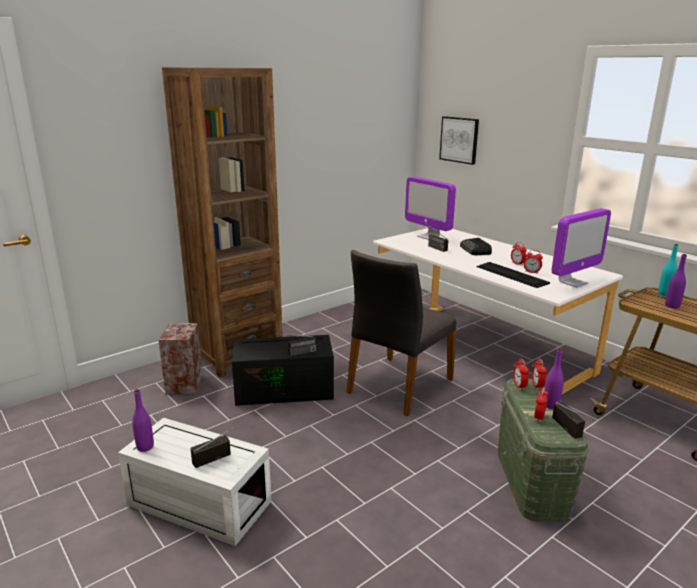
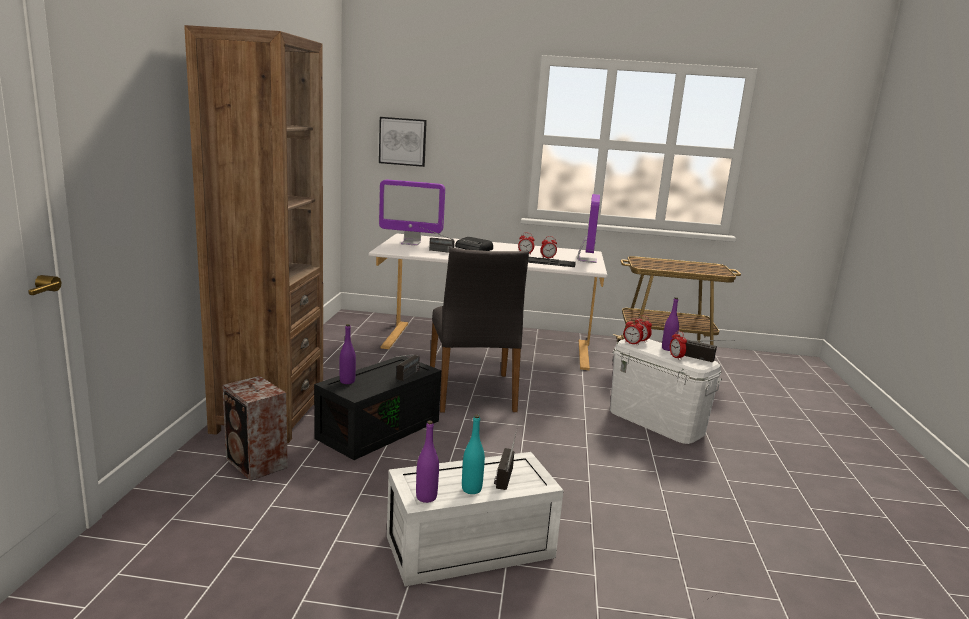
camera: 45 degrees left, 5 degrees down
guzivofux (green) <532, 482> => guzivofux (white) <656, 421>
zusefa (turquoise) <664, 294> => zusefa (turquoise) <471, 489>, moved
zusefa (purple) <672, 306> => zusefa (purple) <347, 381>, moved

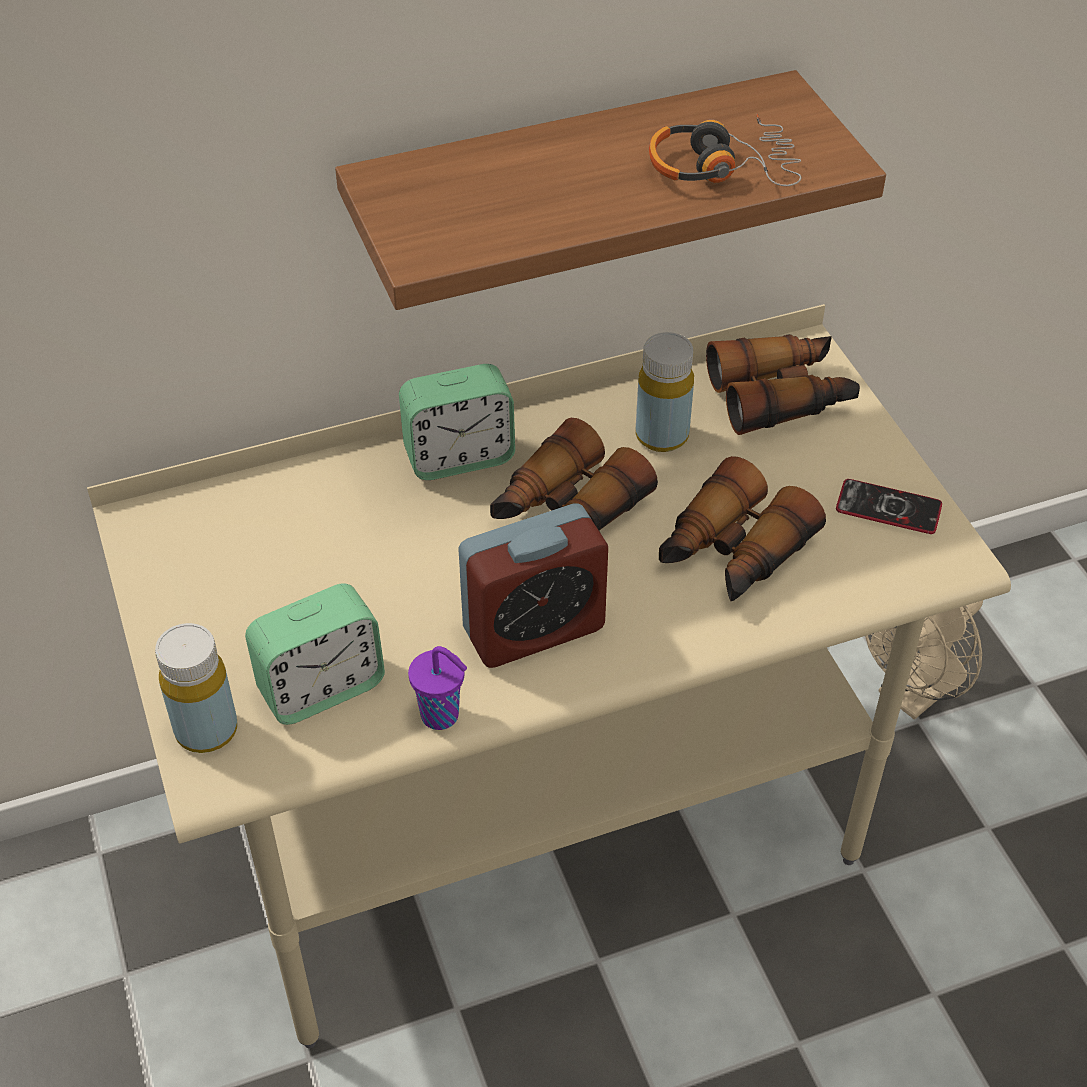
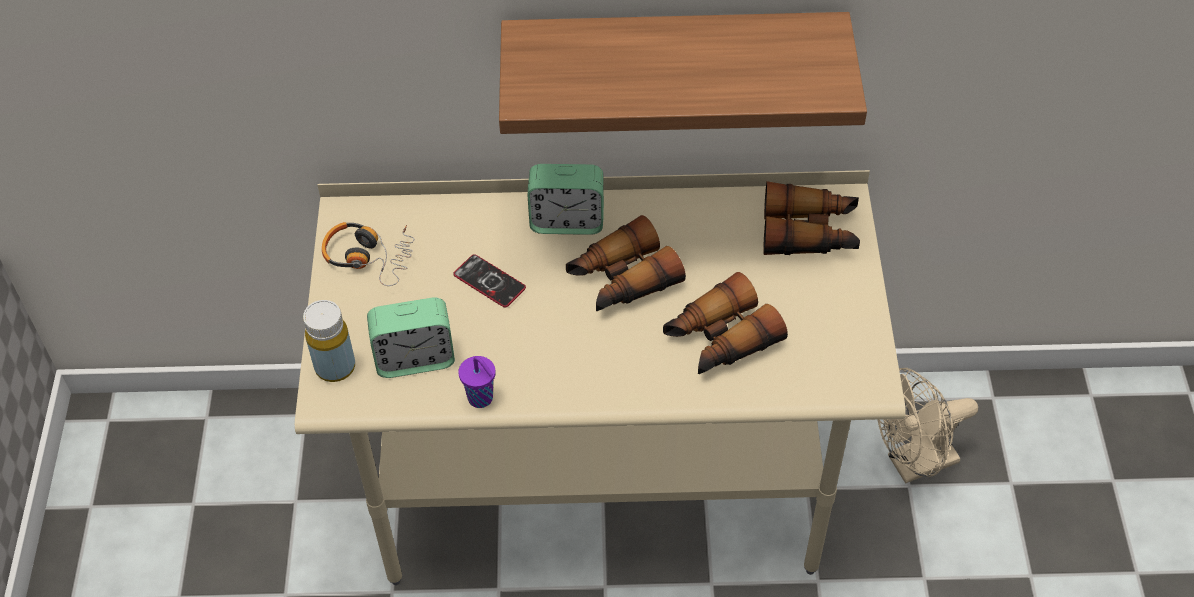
camera: 20 degrees right, 5 degrees up
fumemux <533, 629> => nothing
zusefa (yellow) <662, 435> => nothing
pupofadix <721, 167> => pupofadix <369, 257>, moved
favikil <888, 508> => favikil <489, 282>, moved

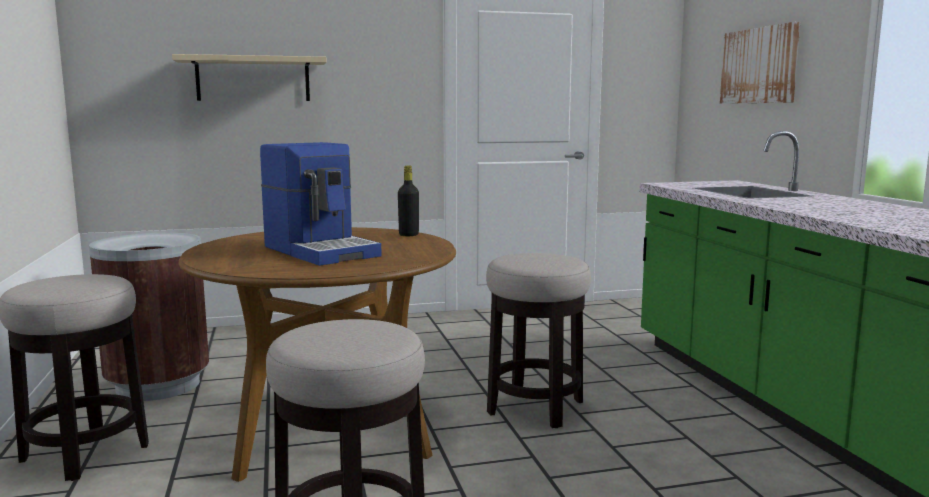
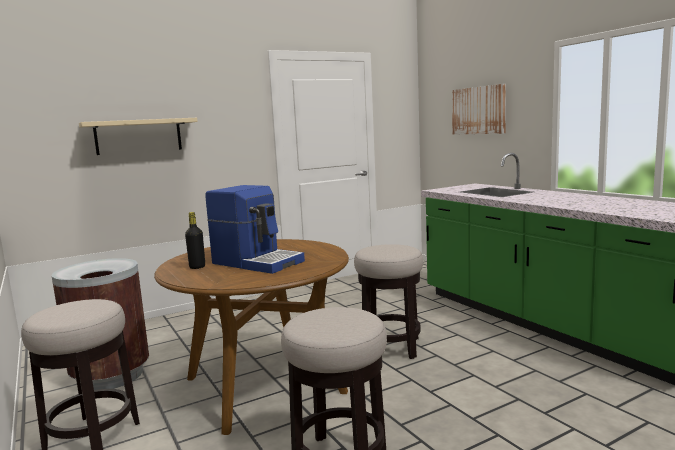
camera: 15 degrees left, 0 degrees up
zusefa (black) <408, 235> => zusefa (black) <197, 267>, moved

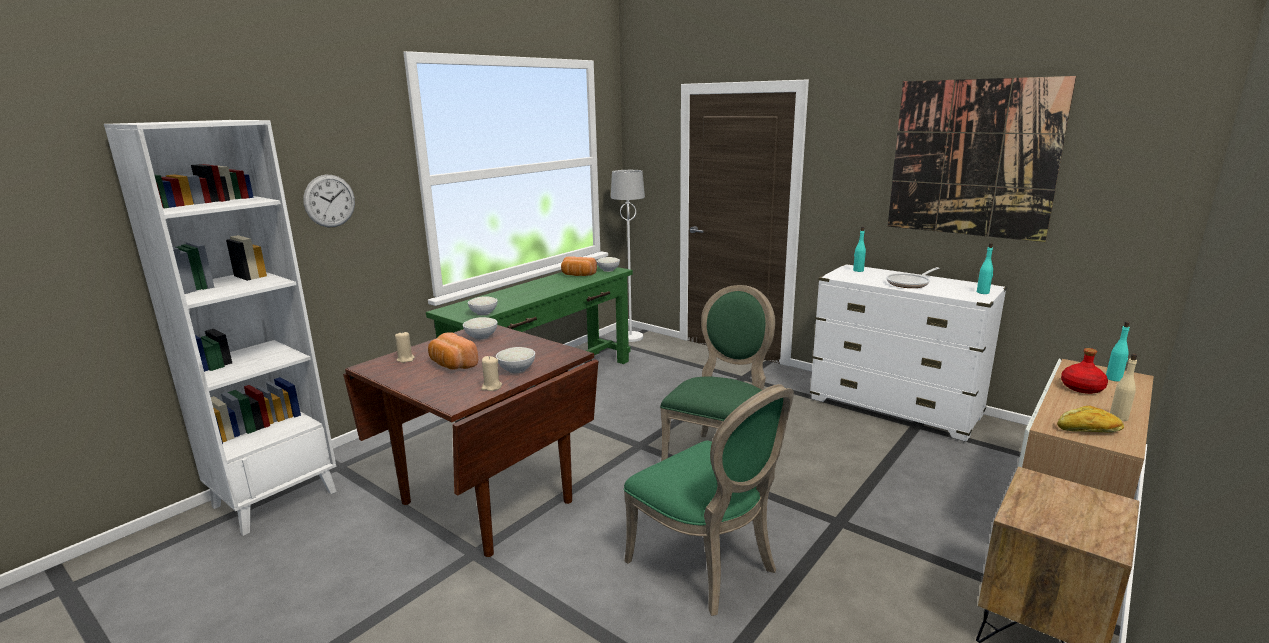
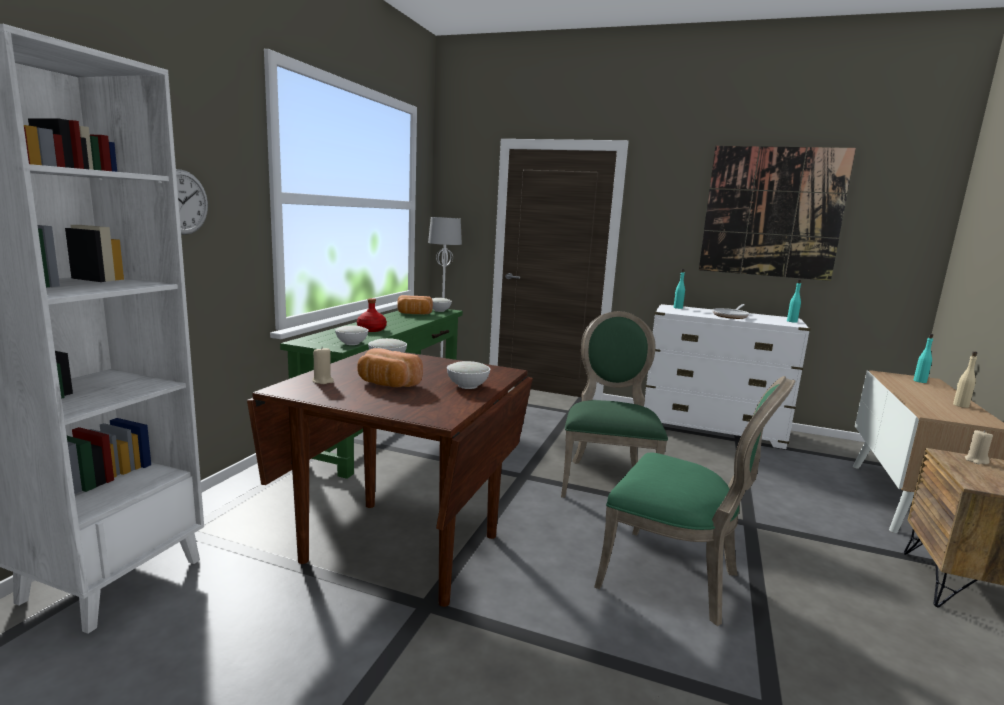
camera: 20 degrees left, 5 degrees down
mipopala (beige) <491, 387> => mipopala (beige) <976, 461>, moved
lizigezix <1089, 430> => nothing
zusefa (red) <1082, 388> => zusefa (red) <372, 330>, moved

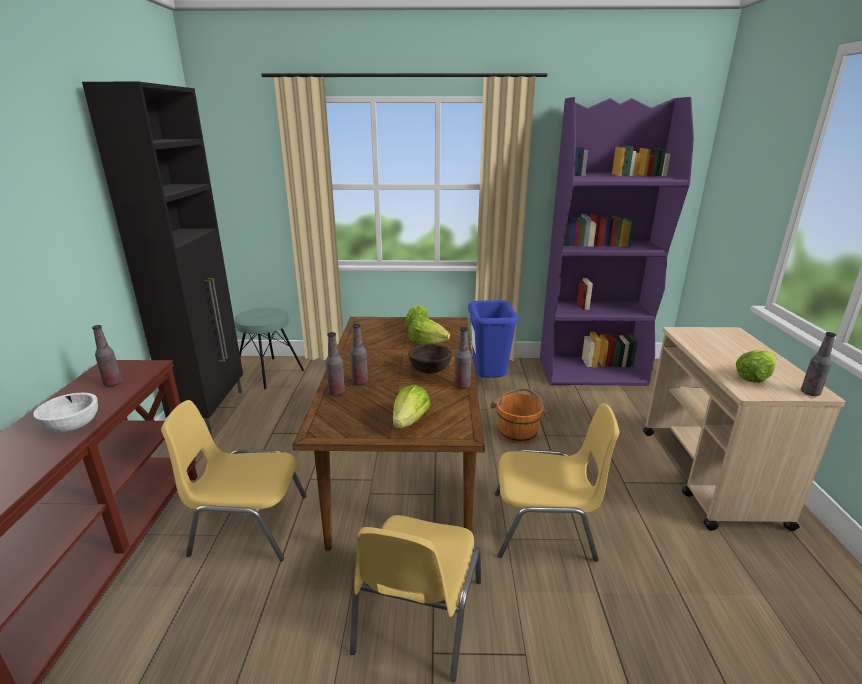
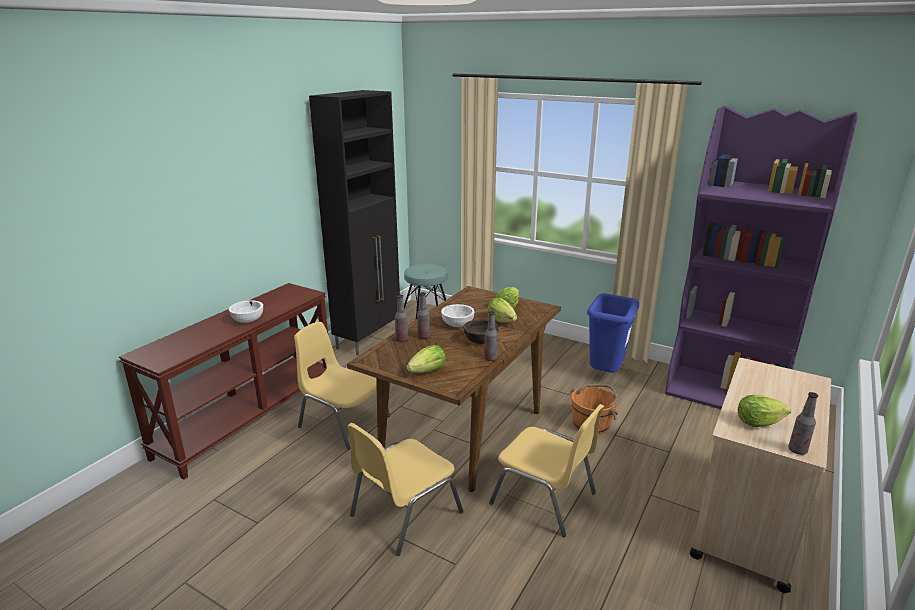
camera: 30 degrees right, 0 degrees up
zusefa <113, 384> => nothing
nothing => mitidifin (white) <457, 324>

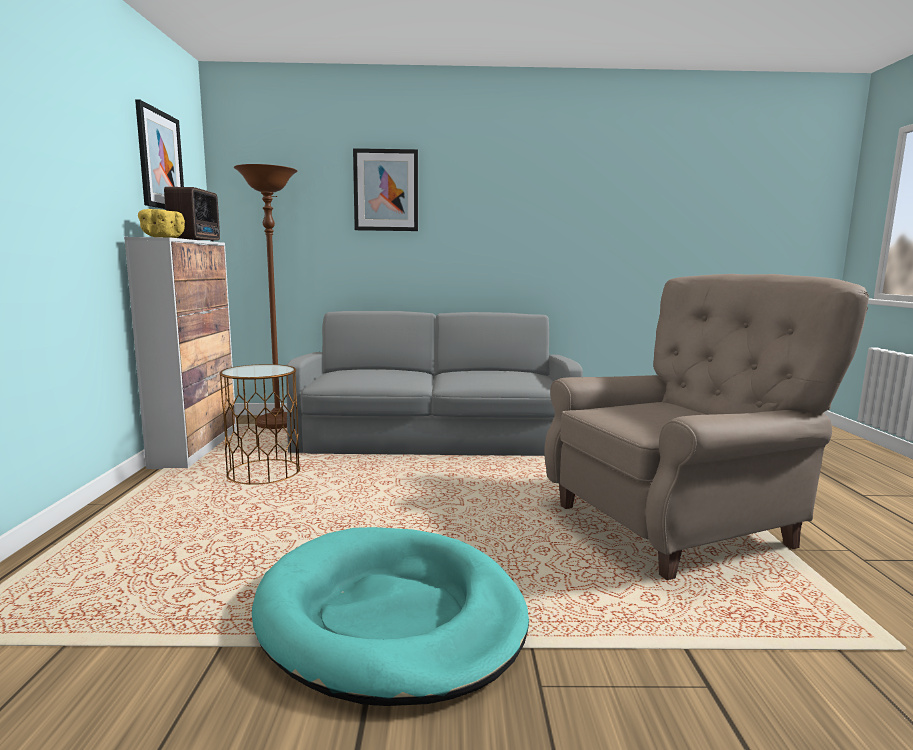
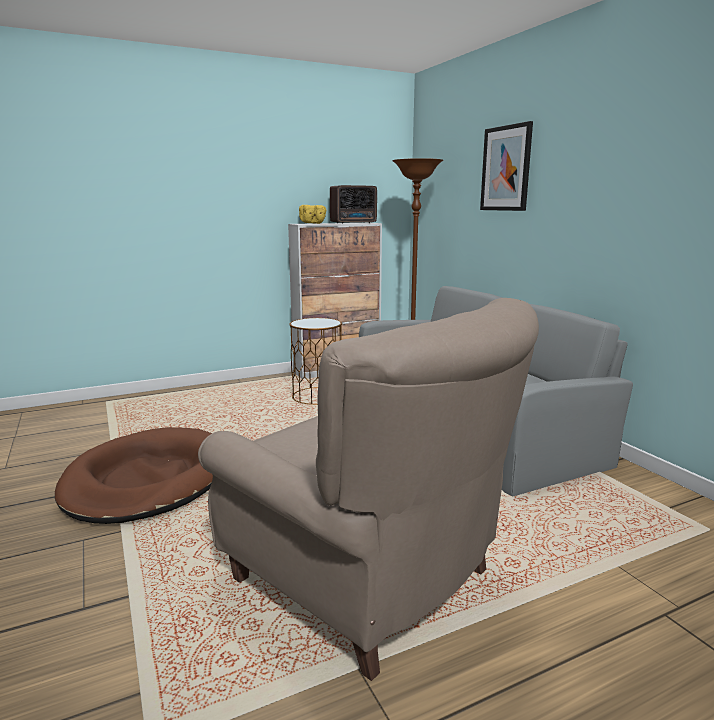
camera: 65 degrees right, 5 degrees up
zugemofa <160, 160> => nothing
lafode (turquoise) <391, 616> => lafode (brown) <147, 480>

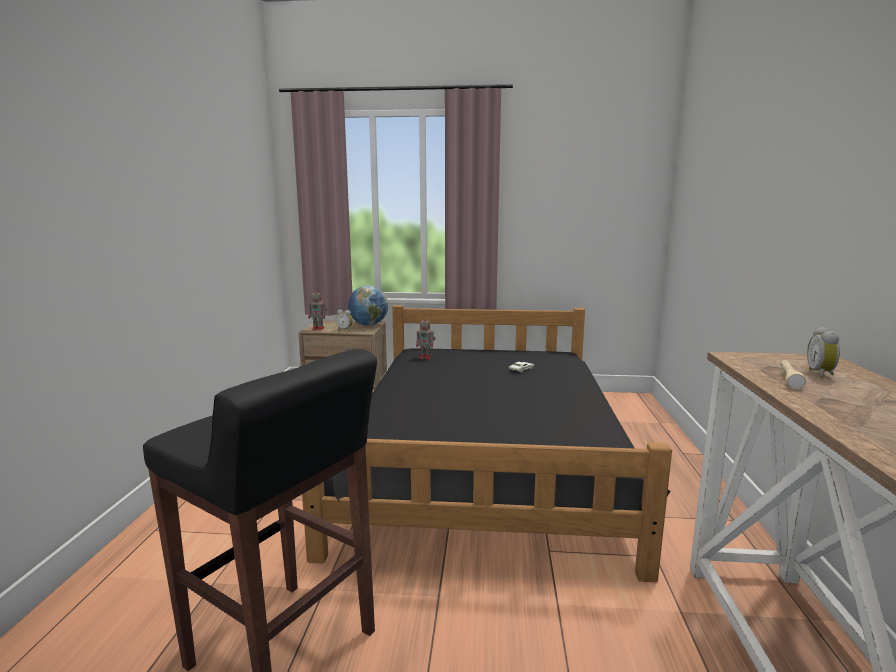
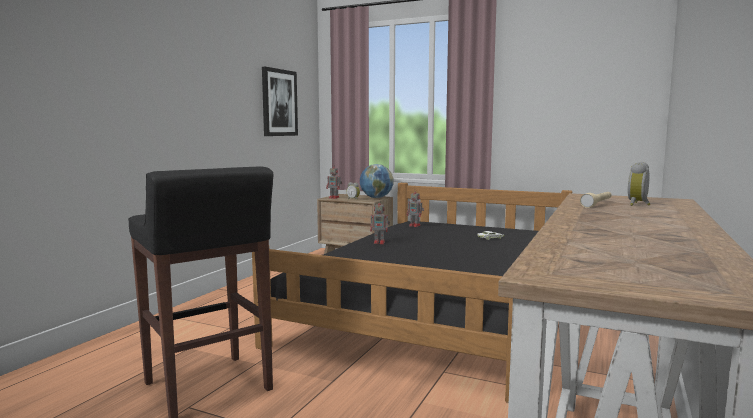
camera: 20 degrees right, 5 degrees down
nothing => zugemofa <279, 103>
nothing => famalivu <380, 242>

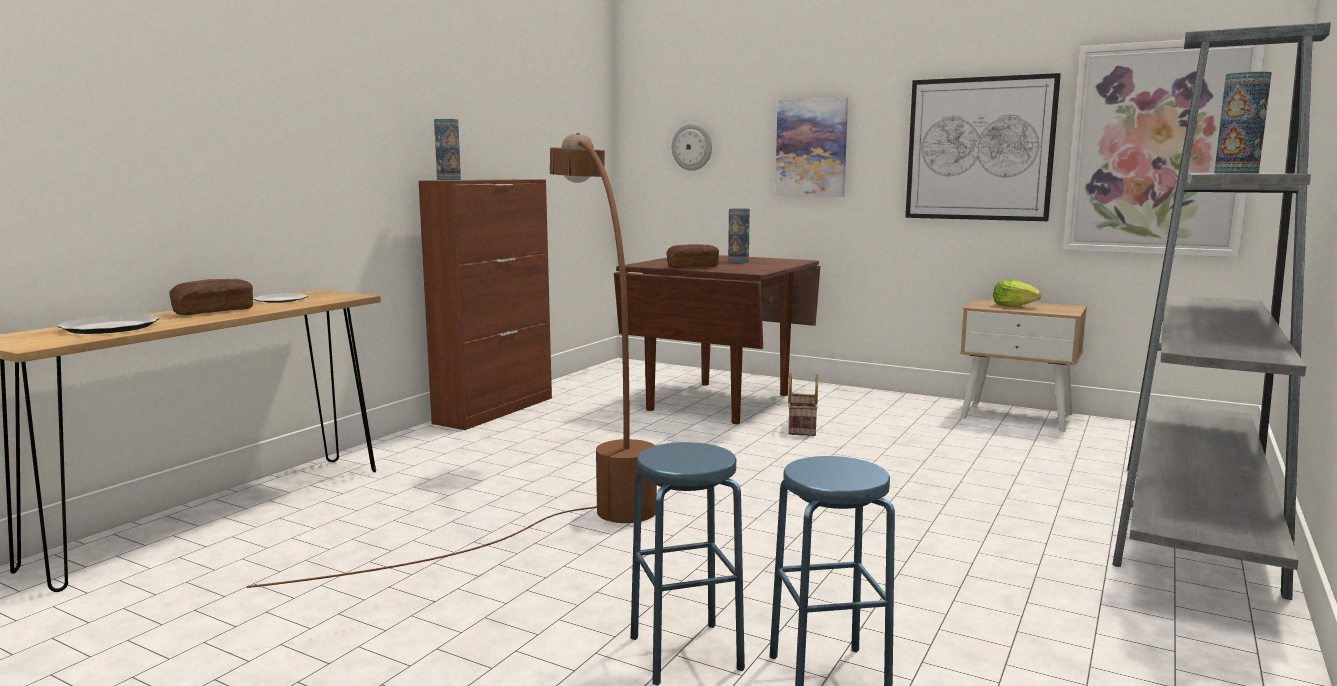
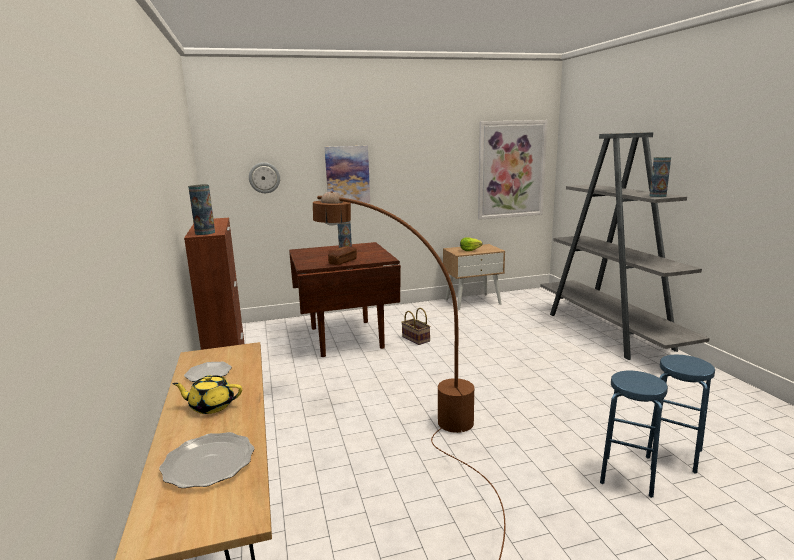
camera: 45 degrees left, 5 degrees up
lizigezix <214, 311> => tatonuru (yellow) <211, 406>
zugemofa <979, 149> => nothing

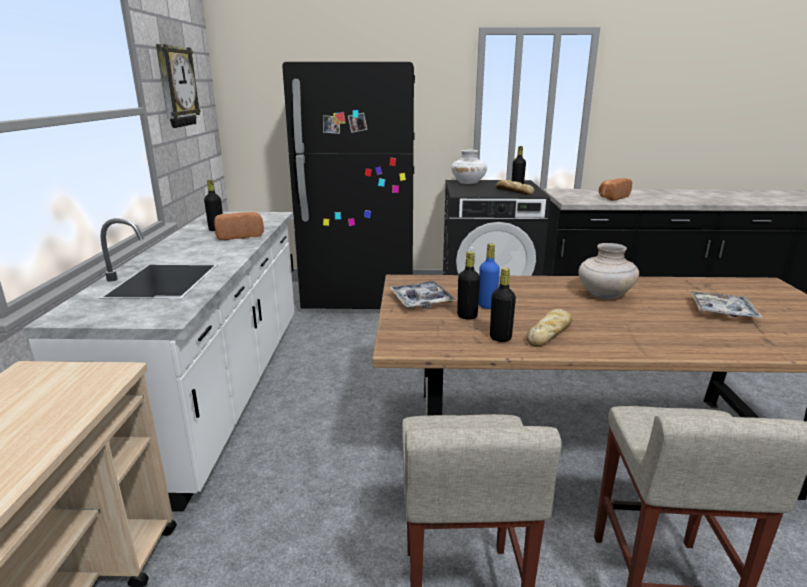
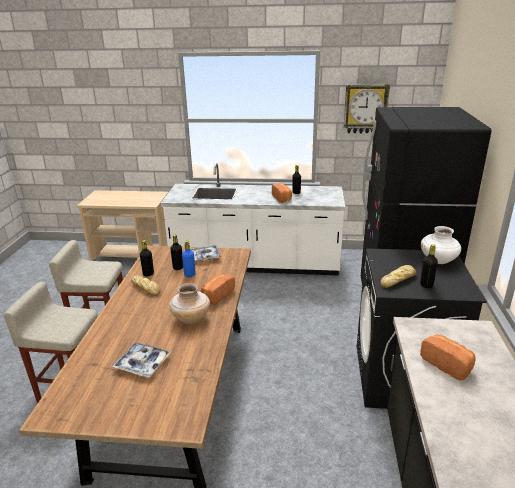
camera: 95 degrees right, 5 degrees up
nothing => lizigezix <217, 295>

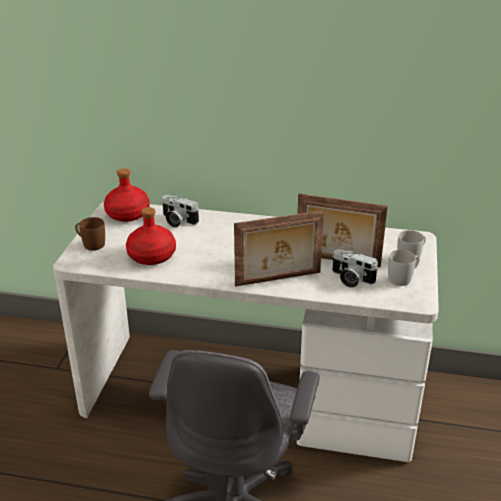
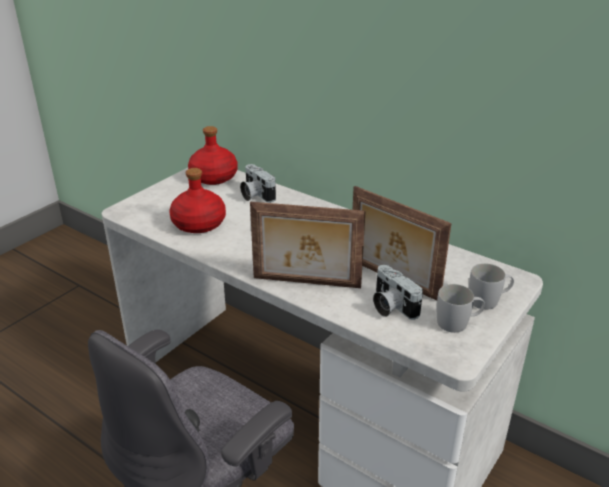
camera: 25 degrees right, 0 degrees up
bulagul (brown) <90, 244> => nothing

